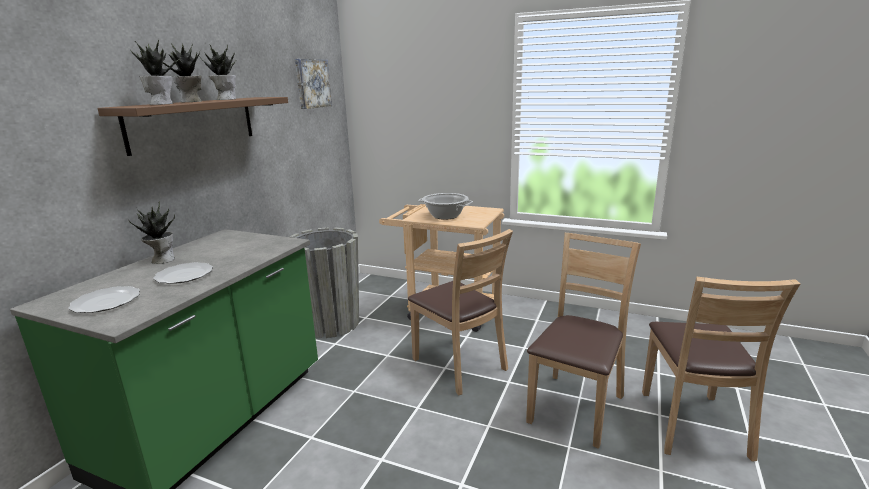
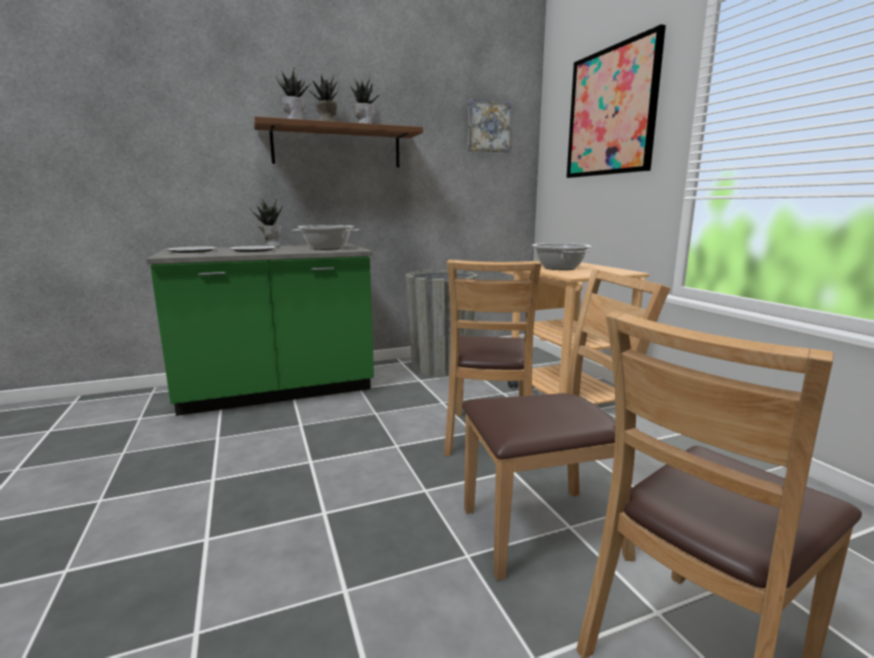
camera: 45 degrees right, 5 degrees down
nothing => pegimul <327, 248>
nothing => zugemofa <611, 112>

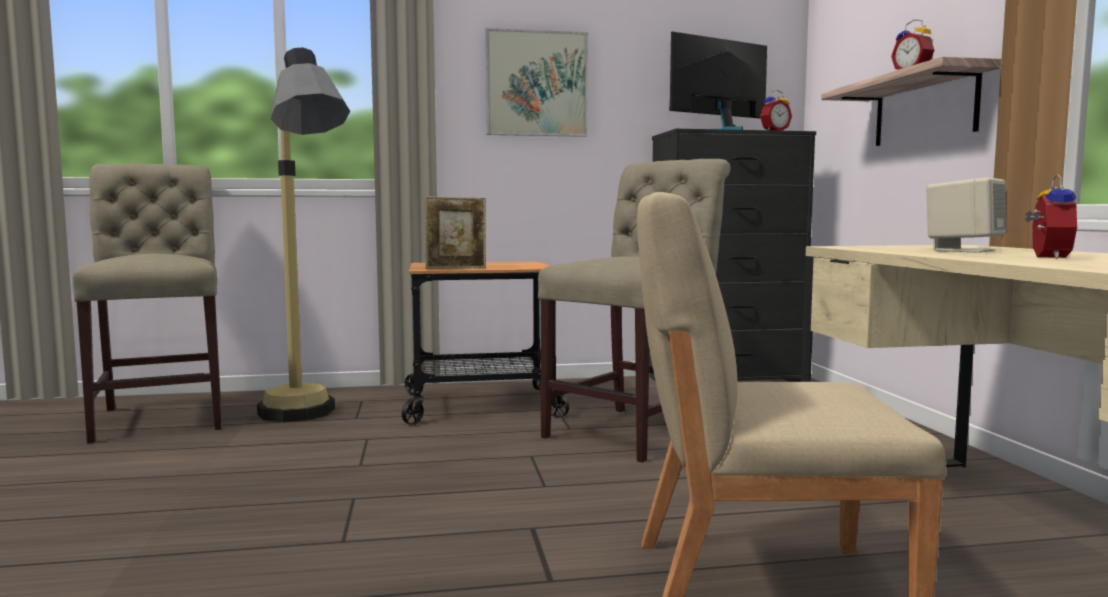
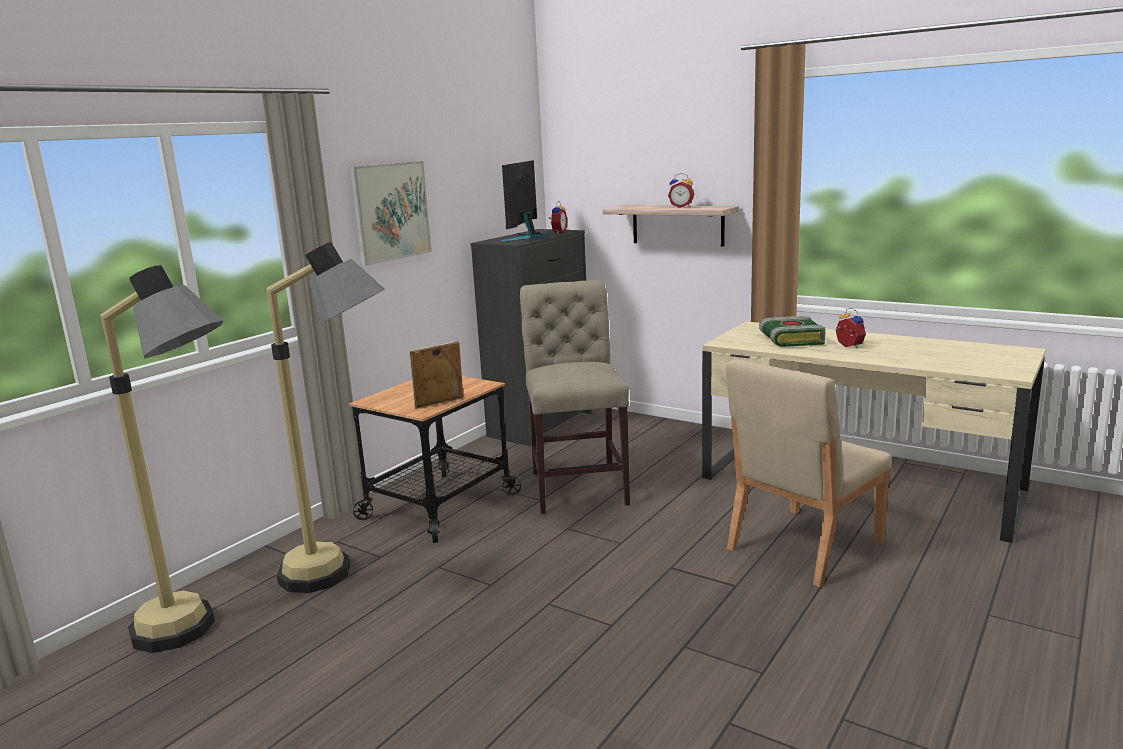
camera: 45 degrees left, 10 degrees up
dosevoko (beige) <163, 416> => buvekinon <202, 634>
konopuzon <456, 268> => konopuzon <439, 404>, 150 degrees counterclockwise
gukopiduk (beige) <963, 250> => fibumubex <790, 340>

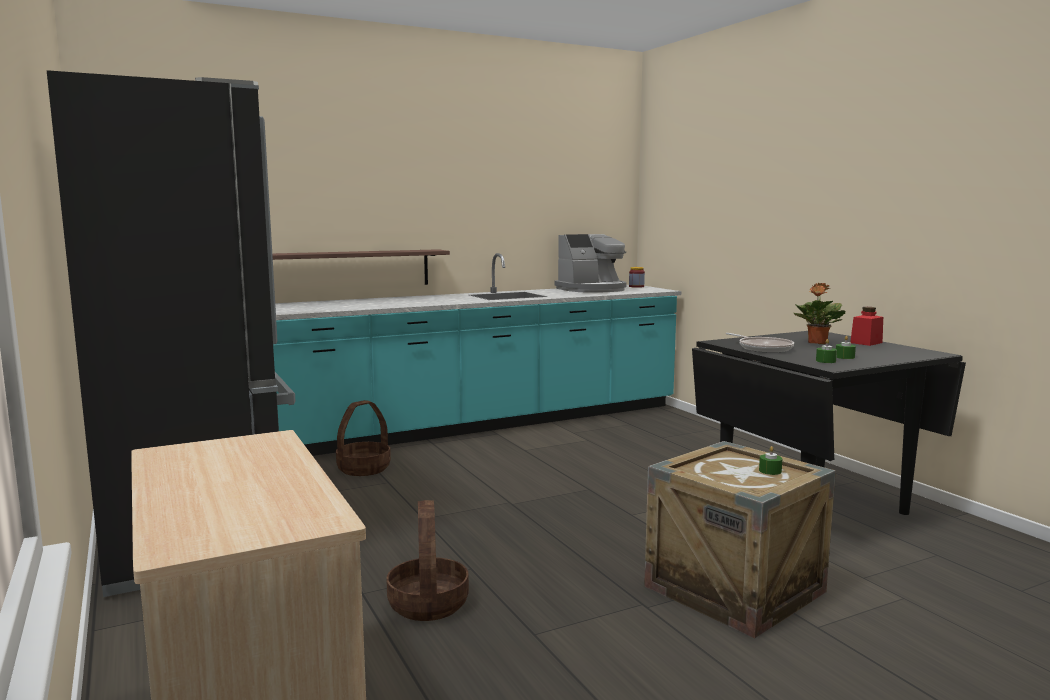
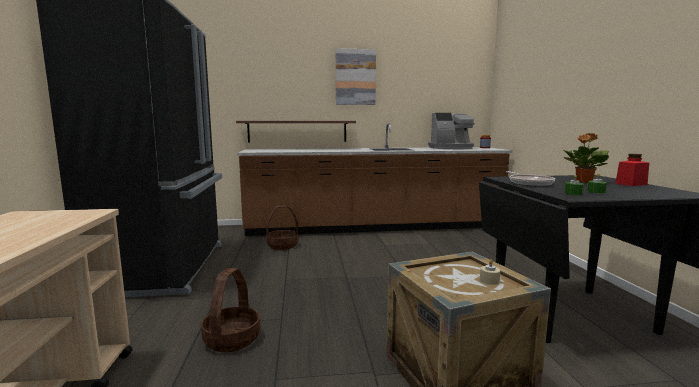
camera: 20 degrees right, 0 degrees up
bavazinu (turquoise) <485, 424> => bavazinu (brown) <374, 227>
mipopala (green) <770, 471> => mipopala (beige) <489, 280>
nothing => zugemofa <355, 77>

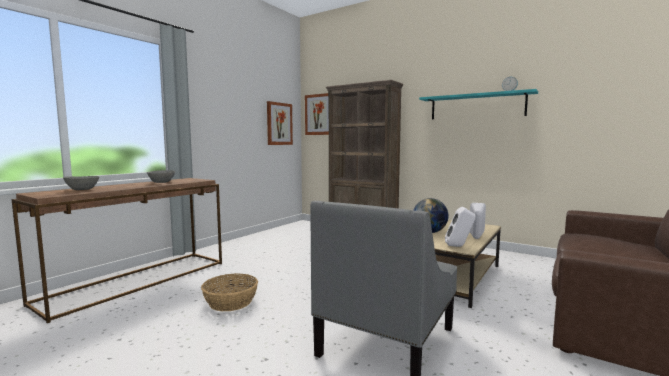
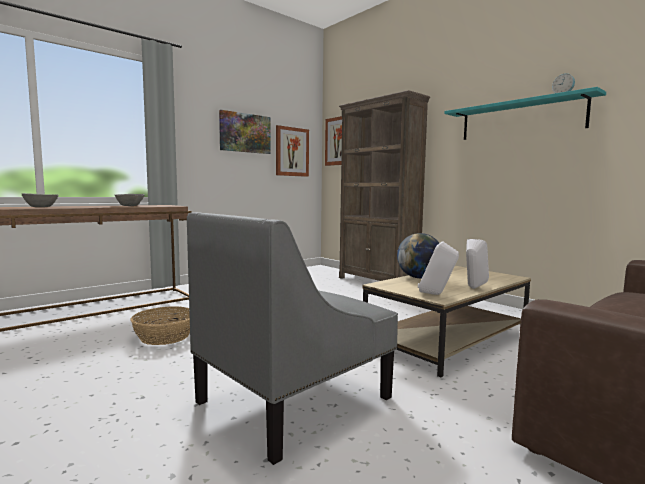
camera: 15 degrees right, 0 degrees up
nothing => zugemofa <245, 133>

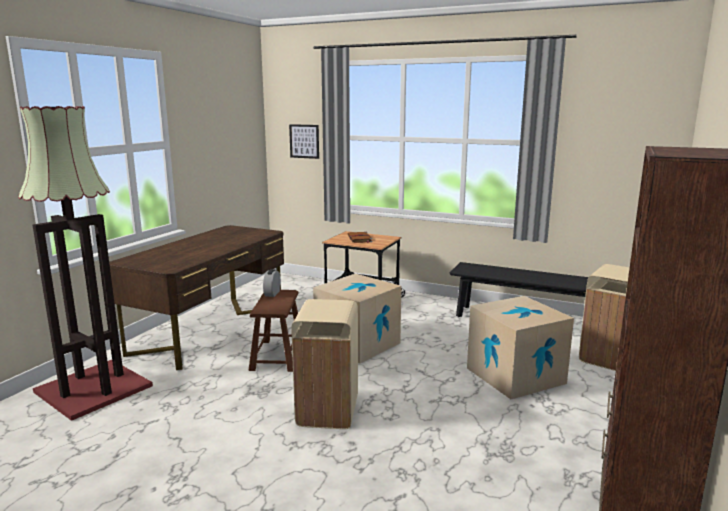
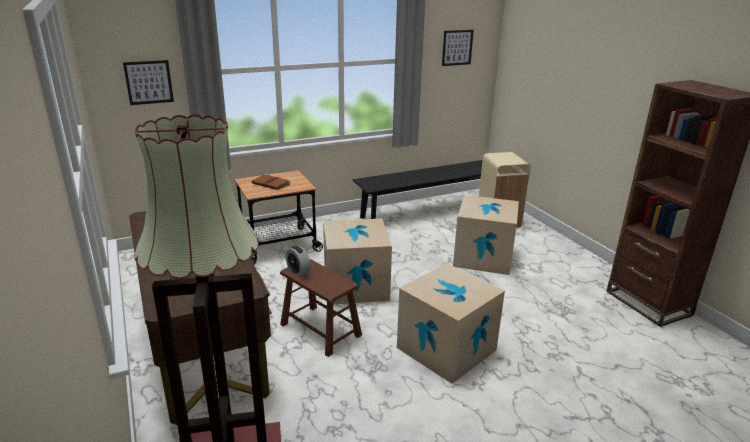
camera: 50 degrees left, 10 degrees up
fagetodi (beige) <327, 412> => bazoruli <446, 349>
nothing => zugemofa <457, 47>

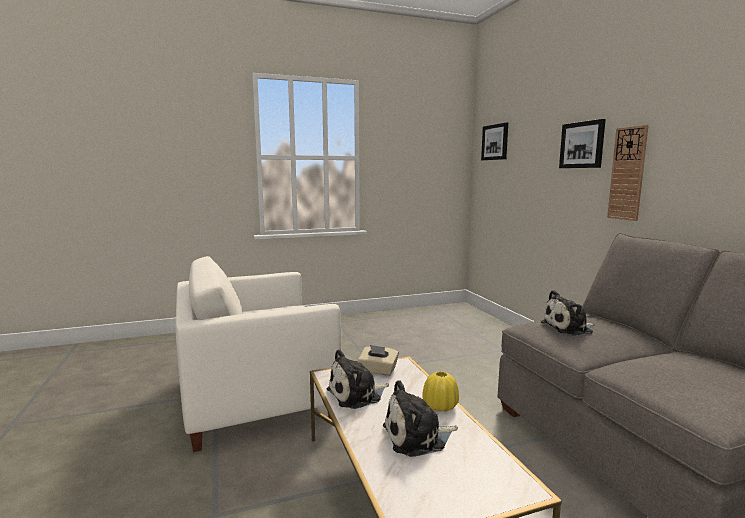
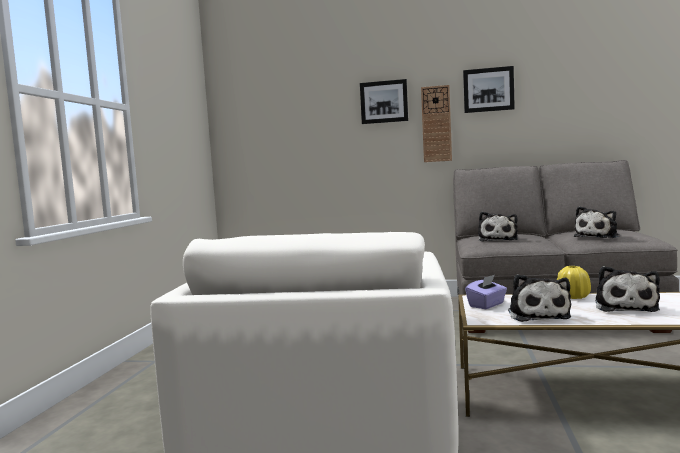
camera: 60 degrees left, 5 degrees down
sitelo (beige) <378, 371> => sitelo (purple) <487, 305>
zugemofa <495, 142> => zugemofa <488, 90>, moved
nothing => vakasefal <598, 236>

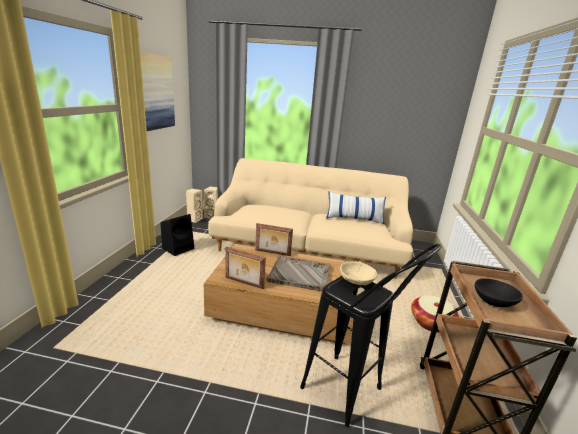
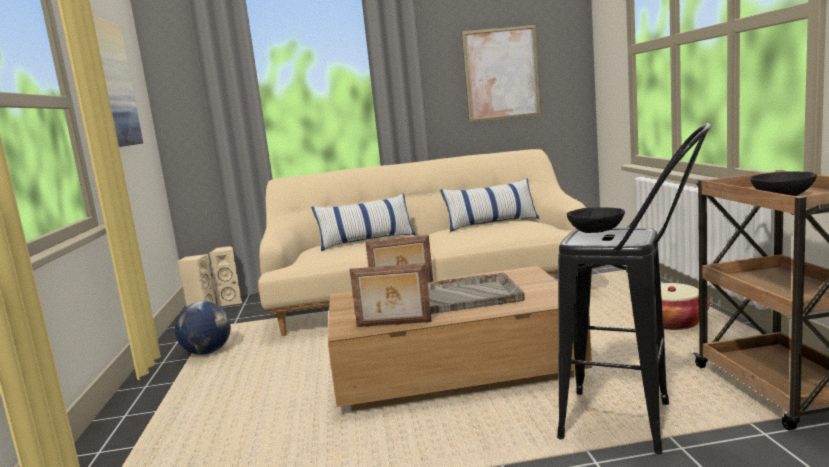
camera: 15 degrees left, 10 degrees down
gukopiduk (black) <179, 248> => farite <207, 352>
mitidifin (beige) <356, 282> => mitidifin (black) <596, 232>
nothing => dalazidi <366, 241>
nothing => zugemofa <502, 74>

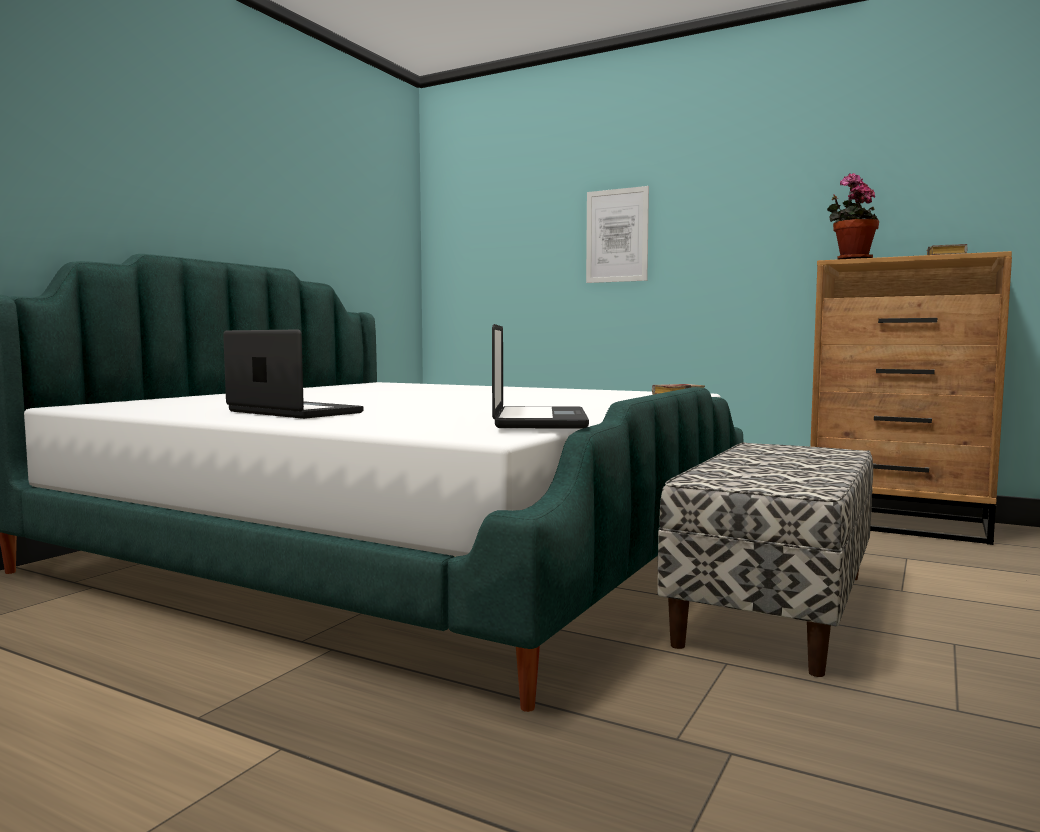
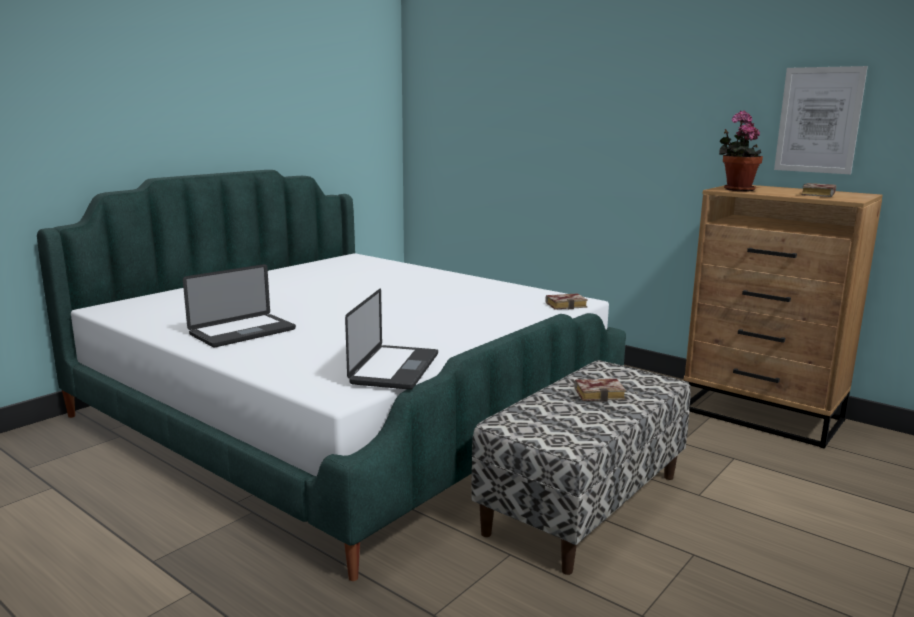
camera: 10 degrees right, 10 degrees up
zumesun <294, 412> => zumesun <243, 332>, 90 degrees clockwise
zugemofa <617, 235> => zugemofa <818, 120>, moved
nothing => fibumubex <601, 394>

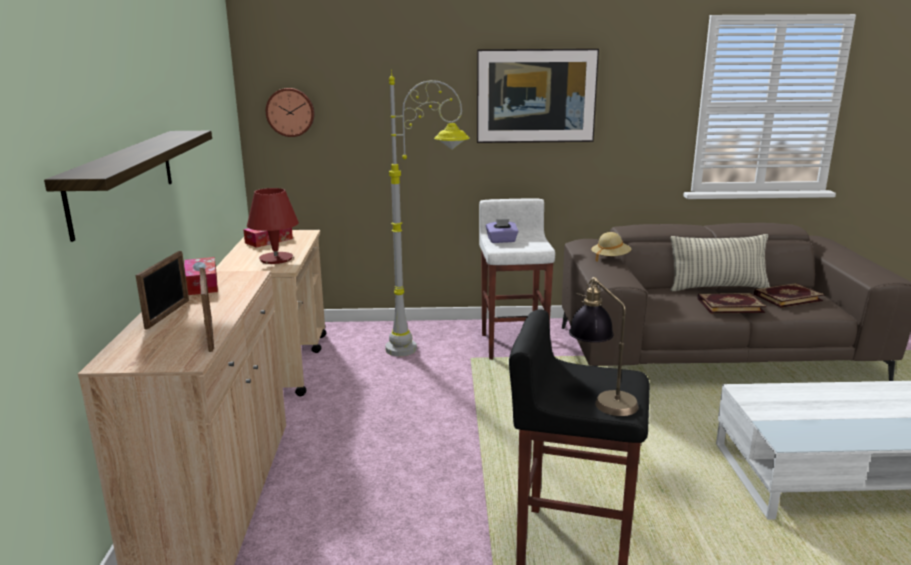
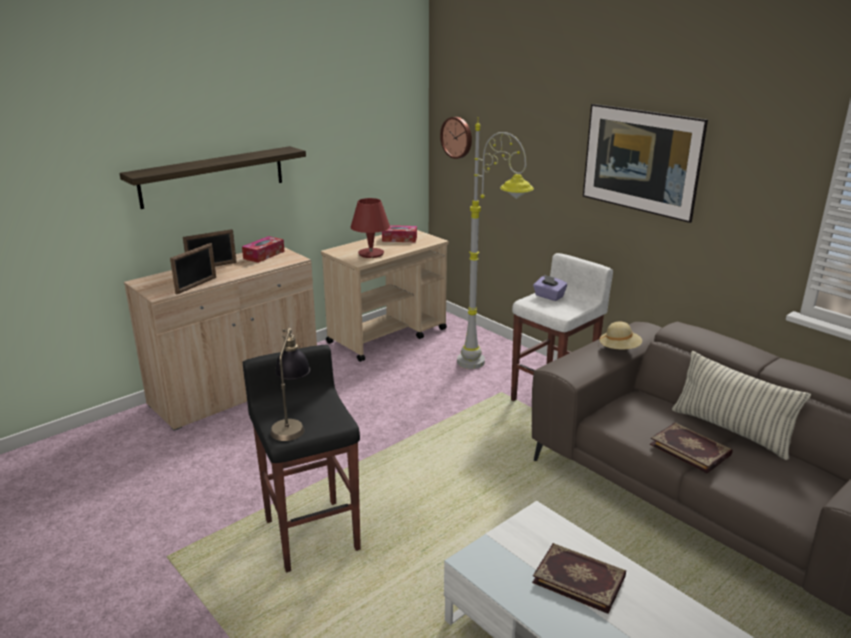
camera: 50 degrees right, 5 degrees up
fibumubex <787, 297> => fibumubex <579, 578>, moved

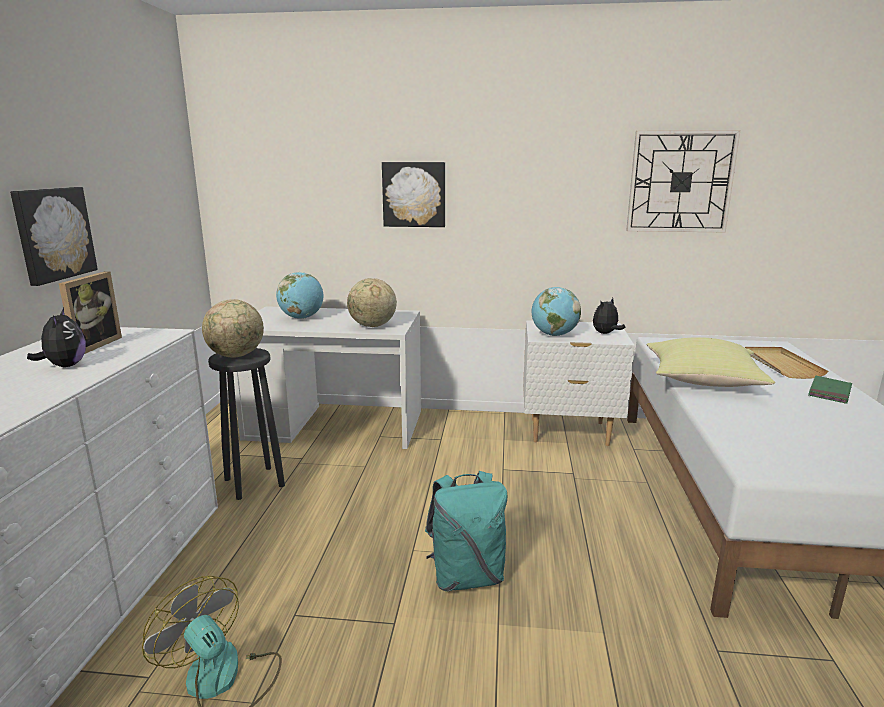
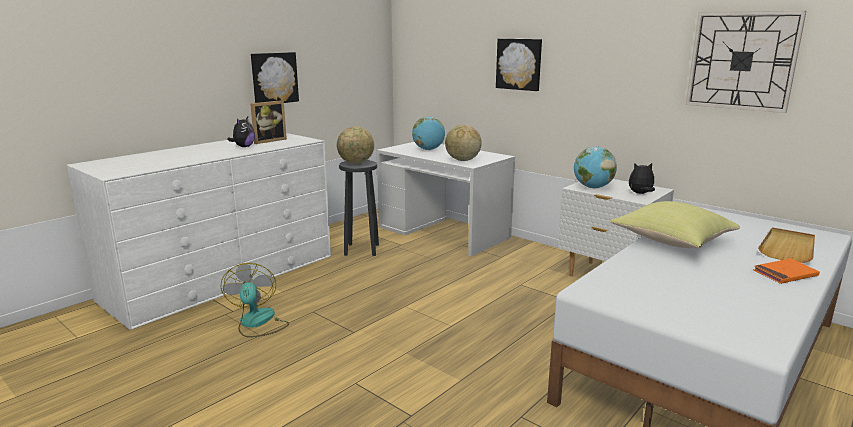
camera: 35 degrees right, 0 degrees up
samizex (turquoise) <466, 577> => nothing
fibumubex (green) <829, 392> => fibumubex (orange) <785, 274>

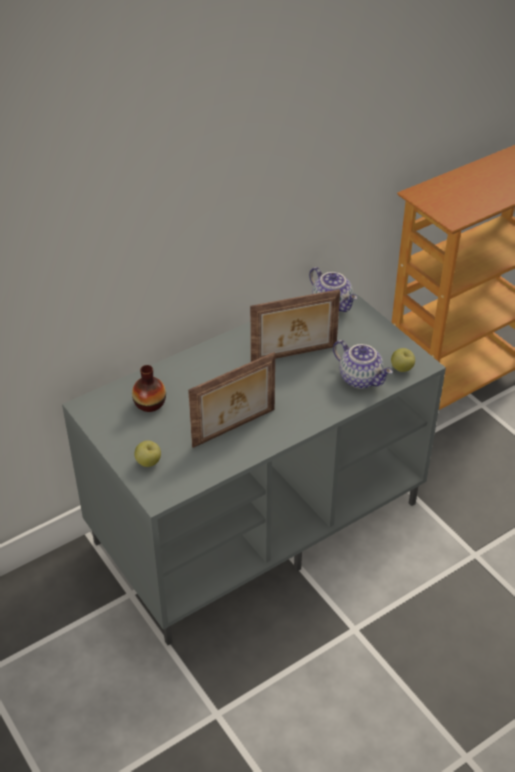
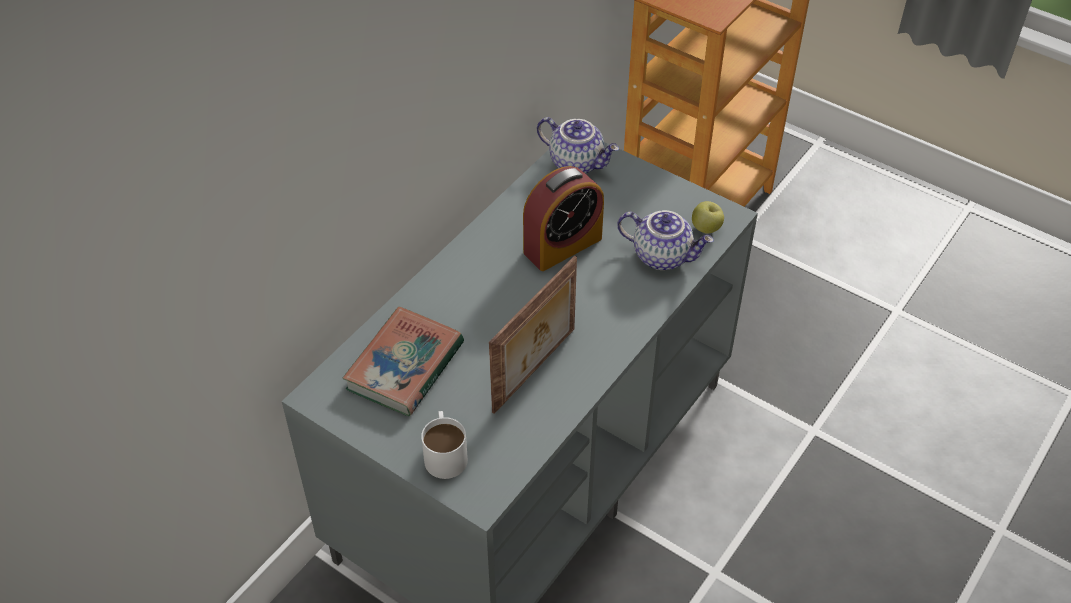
camera: 20 degrees left, 5 degrees up
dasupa <150, 403> => fibumubex <405, 366>
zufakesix <148, 462> => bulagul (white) <445, 452>
konopuzon <294, 355> => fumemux <562, 245>

